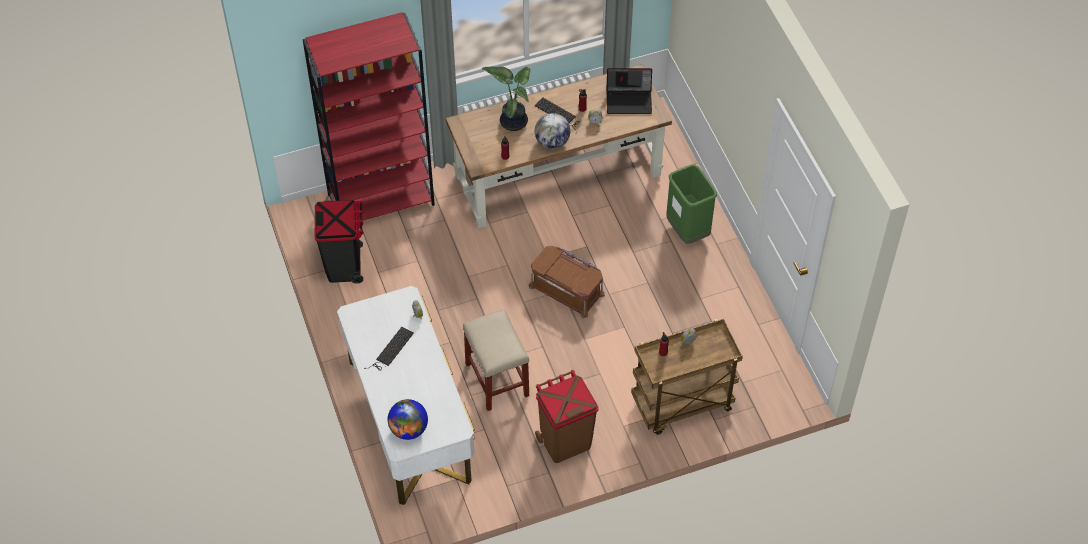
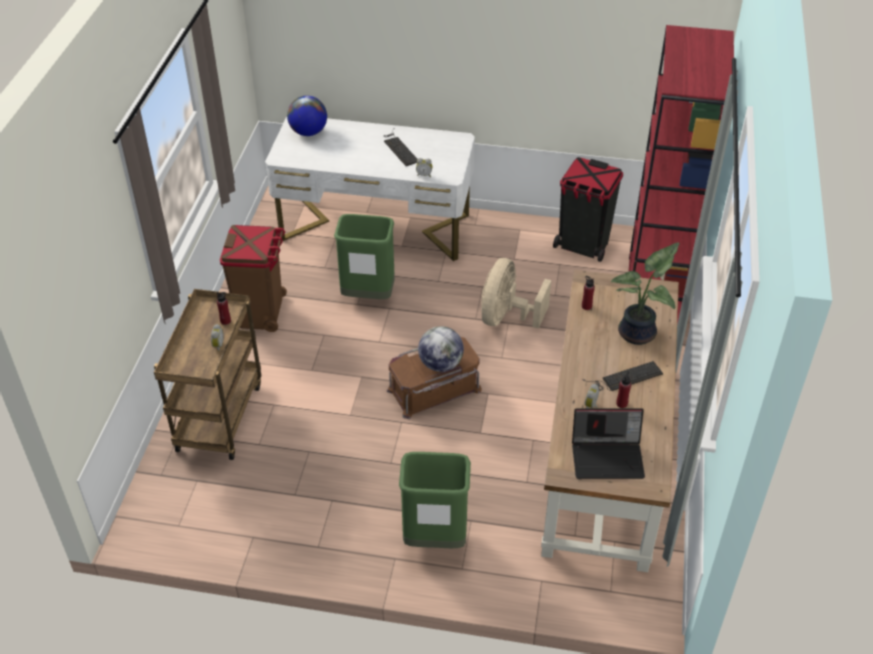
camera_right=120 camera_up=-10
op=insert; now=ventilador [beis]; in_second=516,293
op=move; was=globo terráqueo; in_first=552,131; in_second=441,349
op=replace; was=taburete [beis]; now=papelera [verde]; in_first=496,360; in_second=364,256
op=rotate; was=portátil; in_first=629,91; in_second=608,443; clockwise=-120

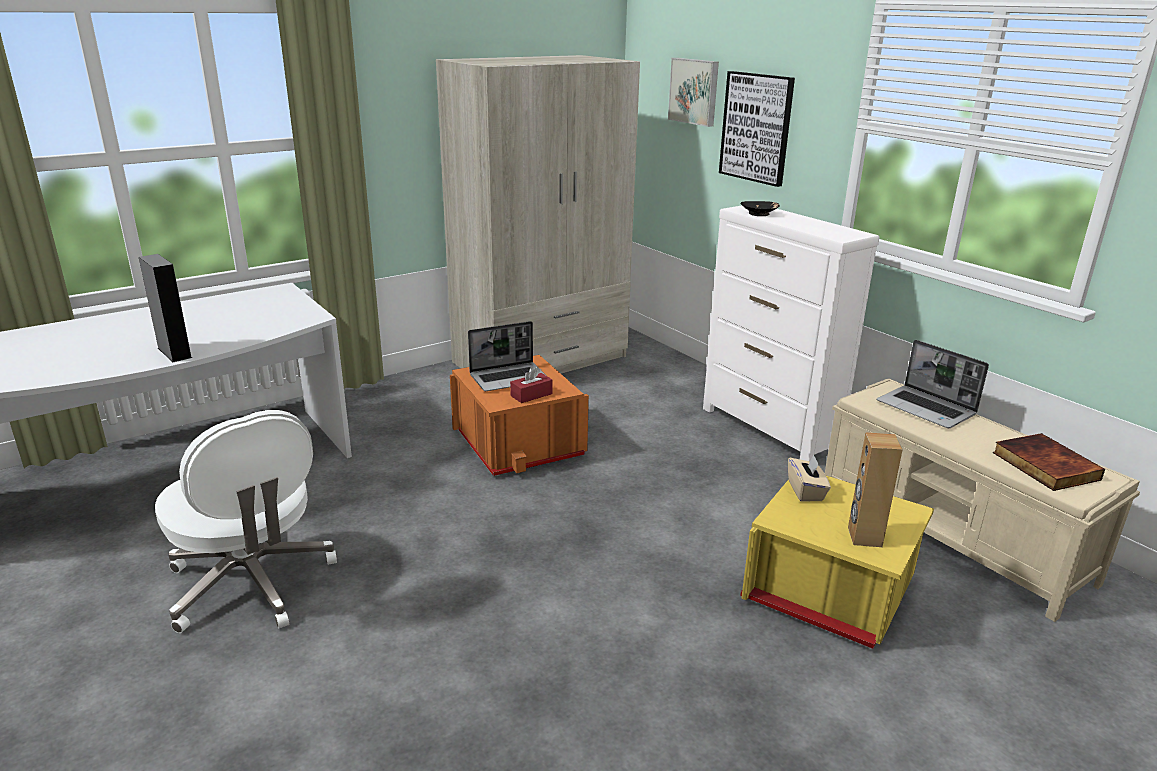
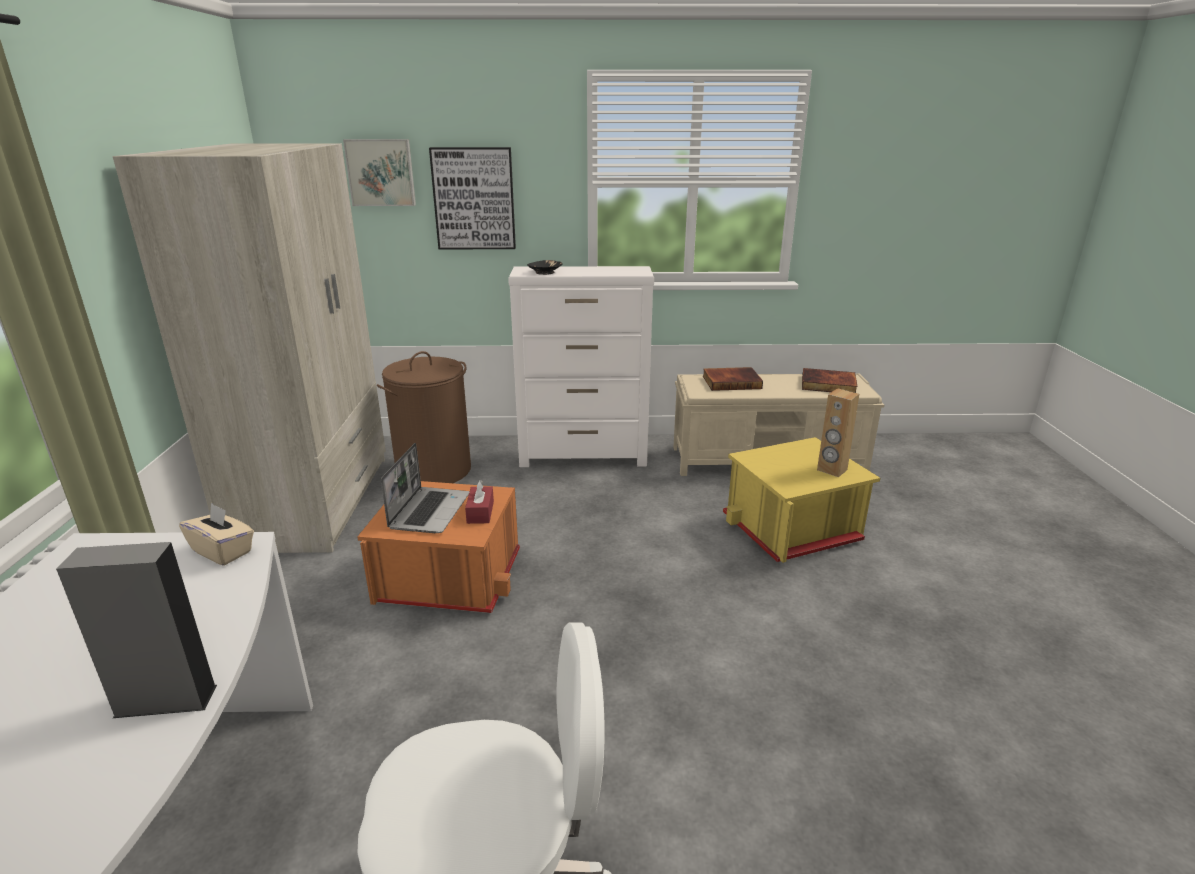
camera_right=-55 camera_up=0
op=insert; now=cesto de la ropa [marrón]; in_second=424,417
op=move; was=caja de pañuelos [beis]; in_first=809,478; in_second=216,534
op=replace; was=portátil; now=libro; in_first=933,384; in_second=733,379

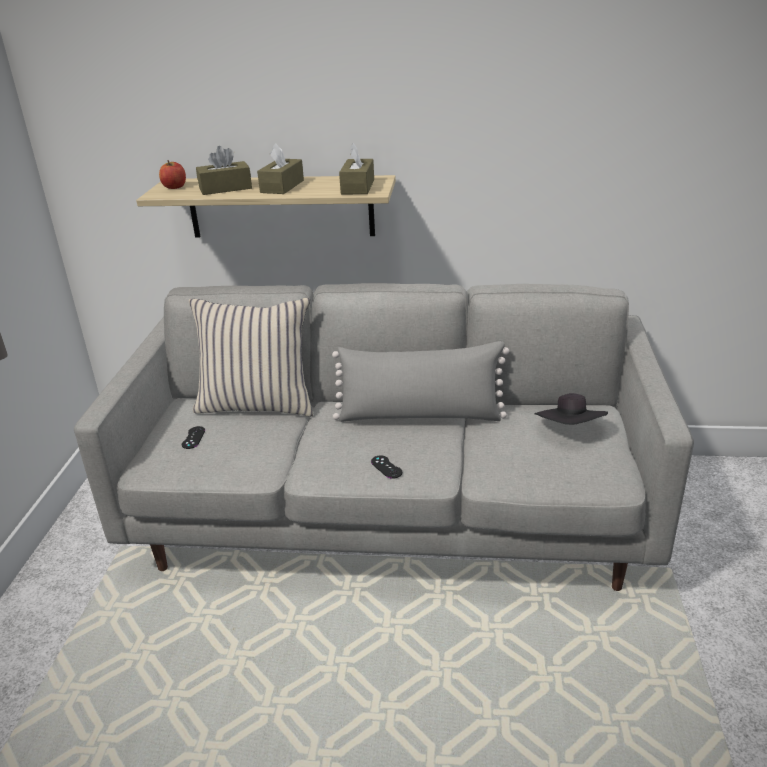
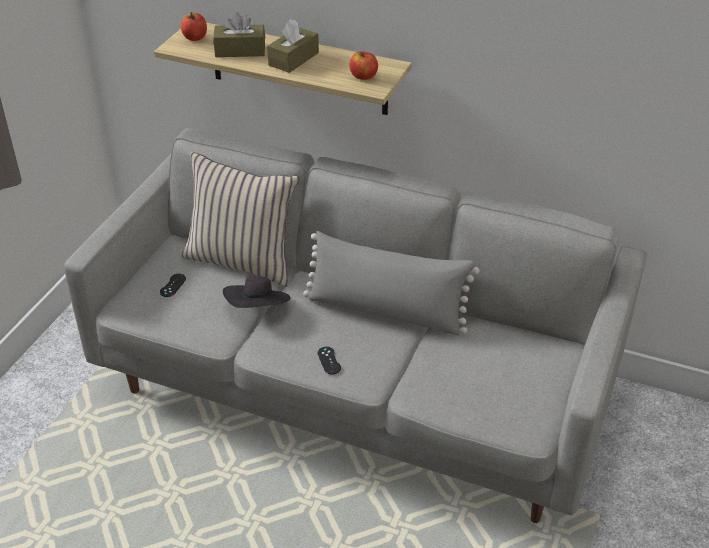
camera_right=15 camera_up=10
op=move; was=sombrero [negro]; in_first=571,409; in_second=256,292
op=replace; was=caja de pañuelos [marrón]; now=manzana; in_first=356,168; in_second=364,65

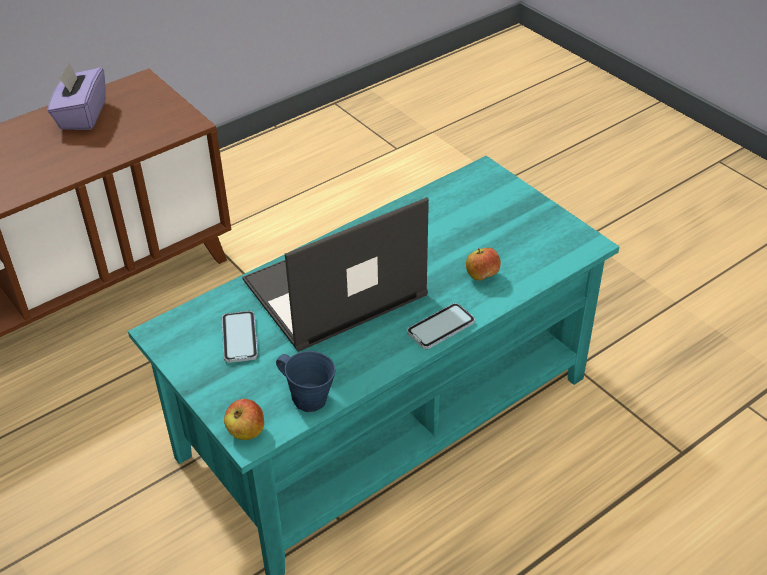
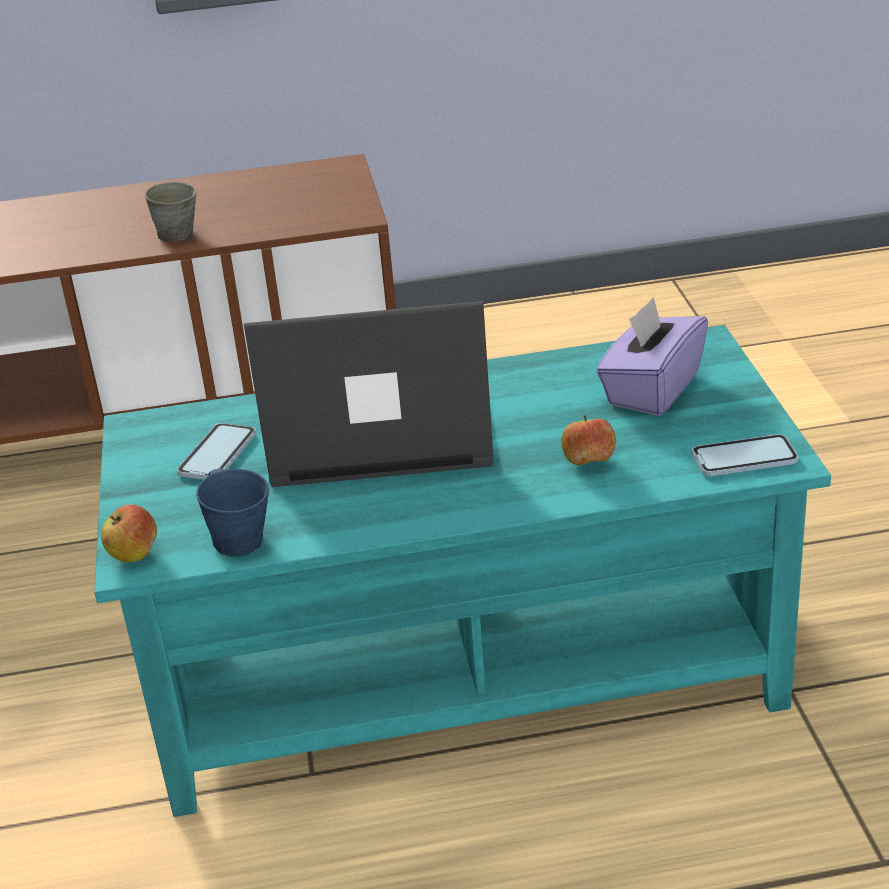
camera_right=30 camera_up=-10
op=insert; now=taza grande [gris]; in_second=170,212
op=move; was=caja de pañuelos [morado]; in_first=76,96; in_second=652,356
op=move; was=móvil; in_first=441,326; in_second=745,455

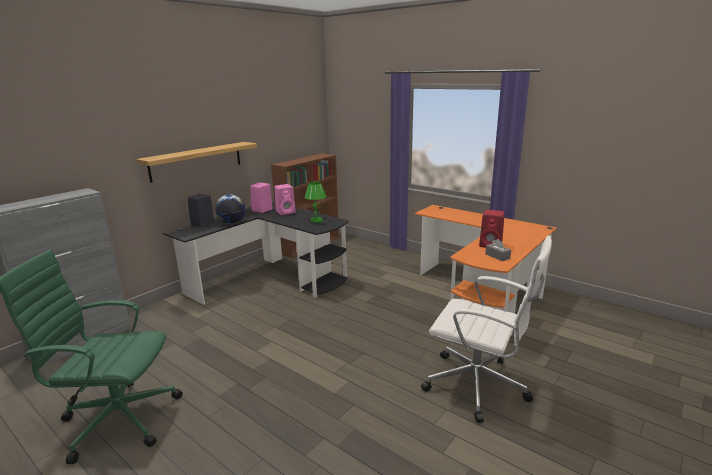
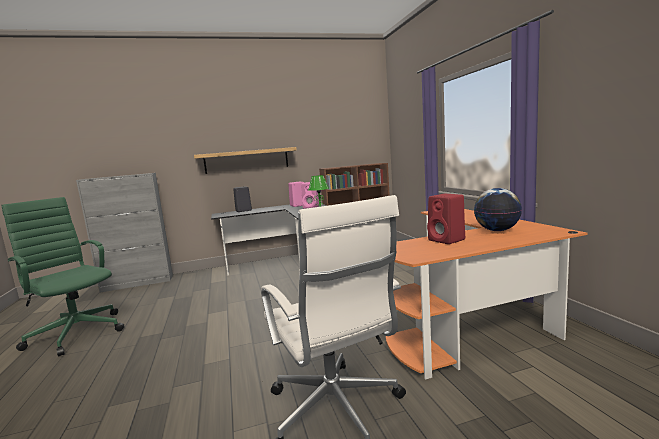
camera_right=35 camera_up=-10
op=delete; was=caja de pañuelos [gris]; in_first=498,250
op=move; was=globo terráqueo; in_first=230,209; in_second=498,209

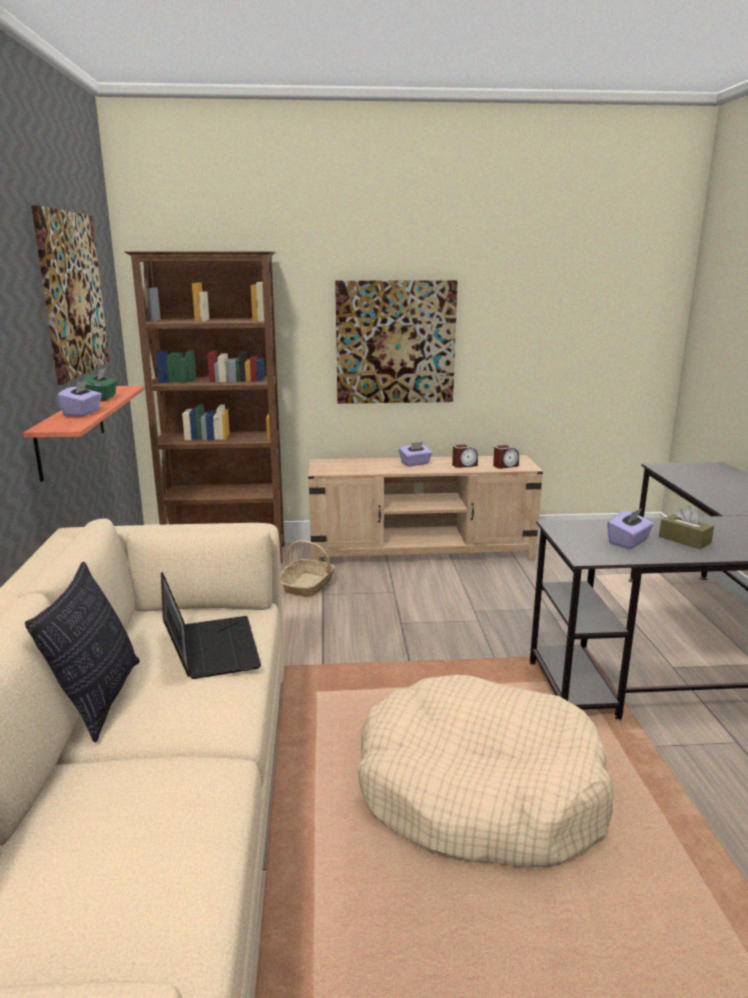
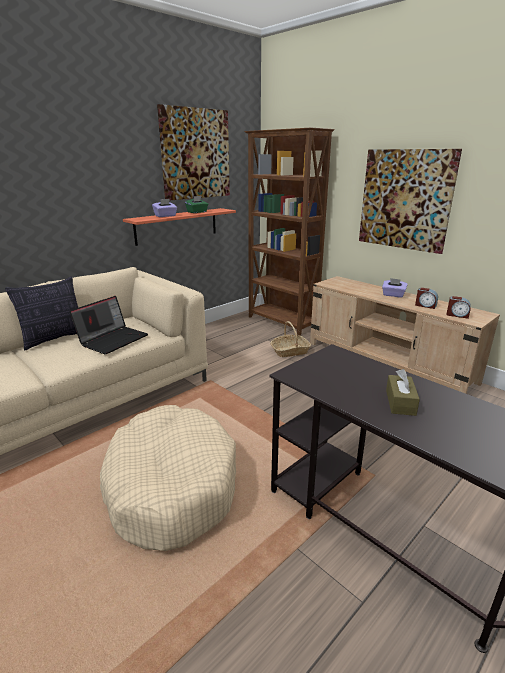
camera_right=50 camera_up=5
op=delete; was=caja de pañuelos [morado]; in_first=630,529

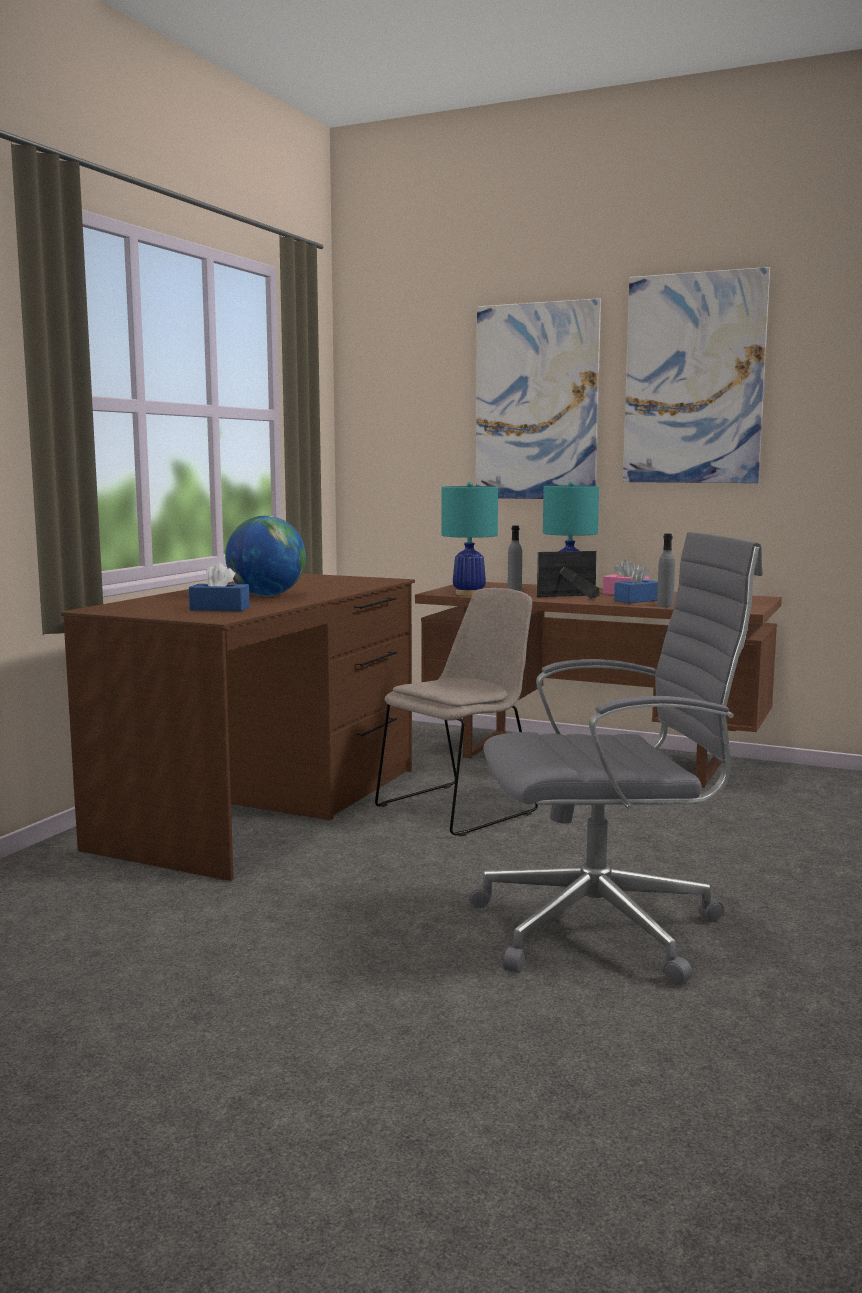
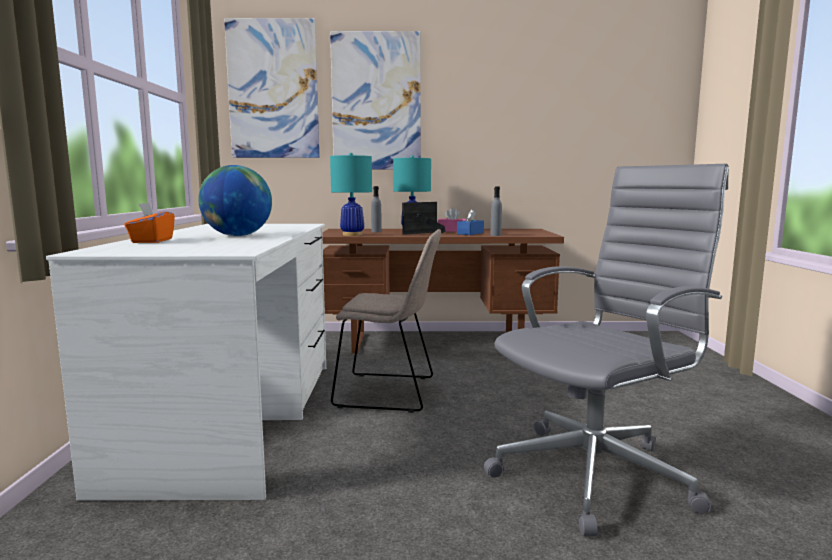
camera_right=-25 camera_up=0
op=delete; was=caja de pañuelos [azul]; in_first=219,587
op=insert; now=caja de pañuelos [naranja]; in_second=149,223
op=move; was=cuadro; in_first=696,375; in_second=272,88
op=recolor; was=escritorio [marrón]; now=escritorio [blanco]; in_first=238,727; in_second=186,362
op=rotate; was=silla [beis]; in_first=456,712; in_second=386,321; clockwise=75

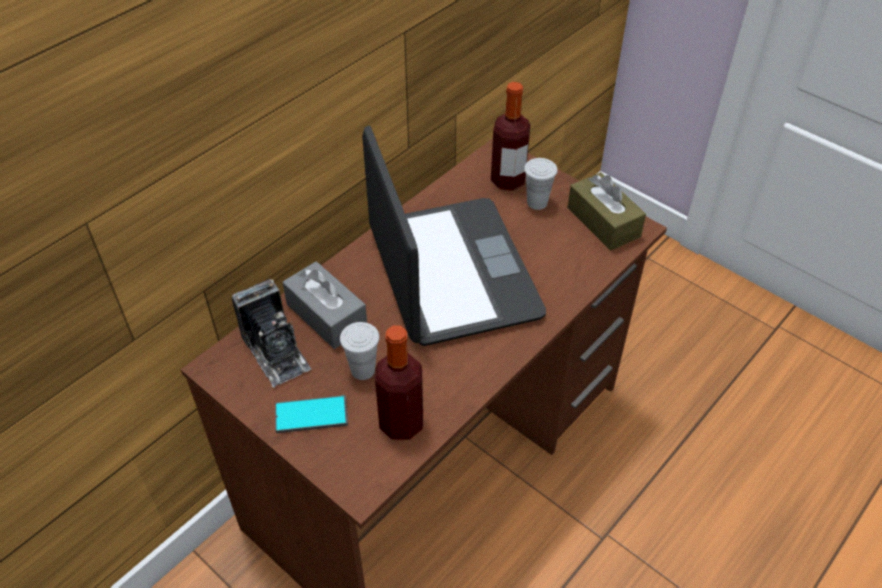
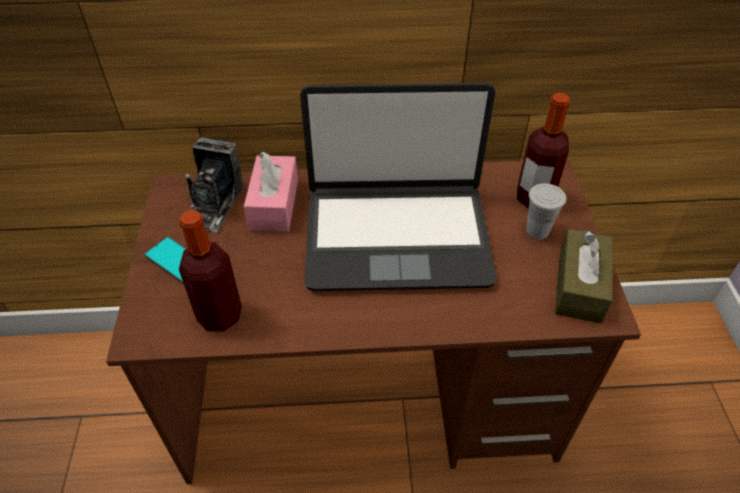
camera_right=45 camera_up=0
op=delete; was=taza [blanco]; in_first=360,351
op=recolor; was=caja de pañuelos [gris]; now=caja de pañuelos [rosa]; in_first=324,305; in_second=271,191
op=rotate; was=portátil; in_first=454,235; in_second=398,187; clockwise=60

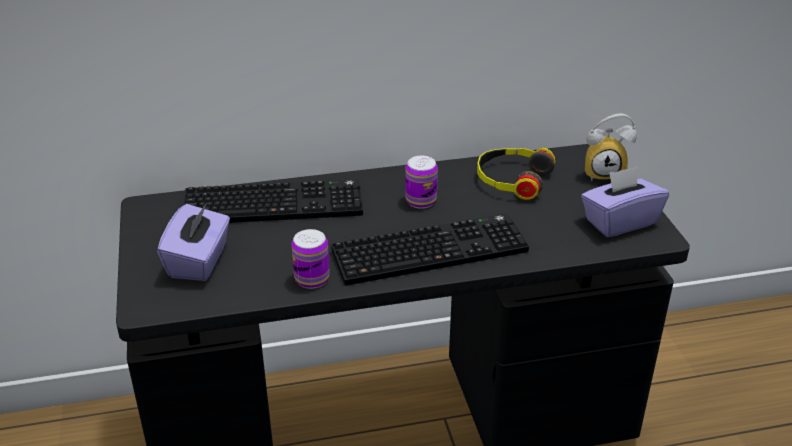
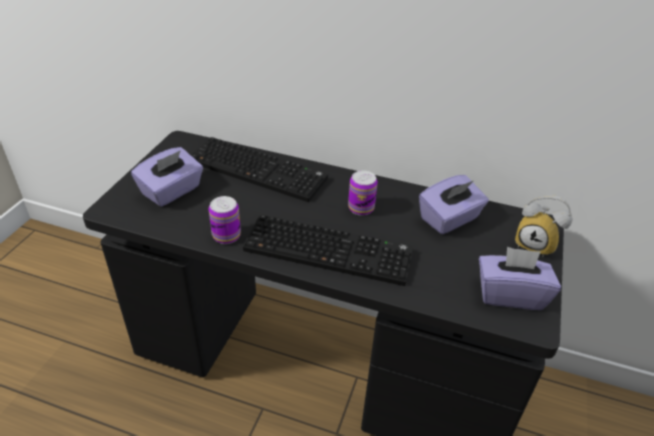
camera_right=30 camera_up=5
op=replace; was=auriculares; now=caja de pañuelos [morado]; in_first=516,174; in_second=454,204

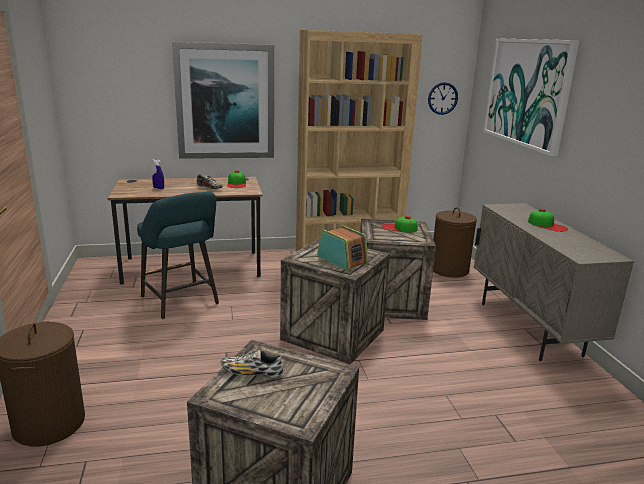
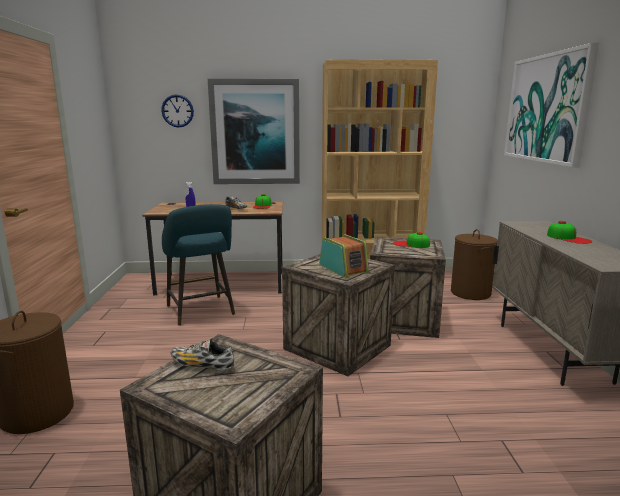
camera_right=10 camera_up=-5
op=move; was=reloj de pared; in_first=443,98; in_second=177,111

